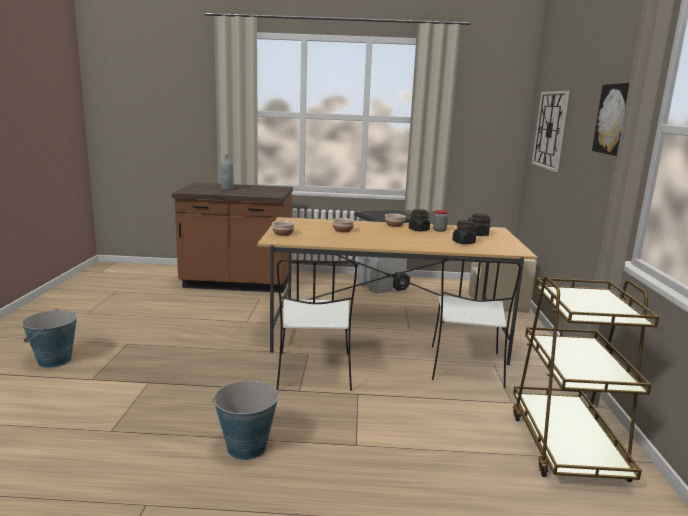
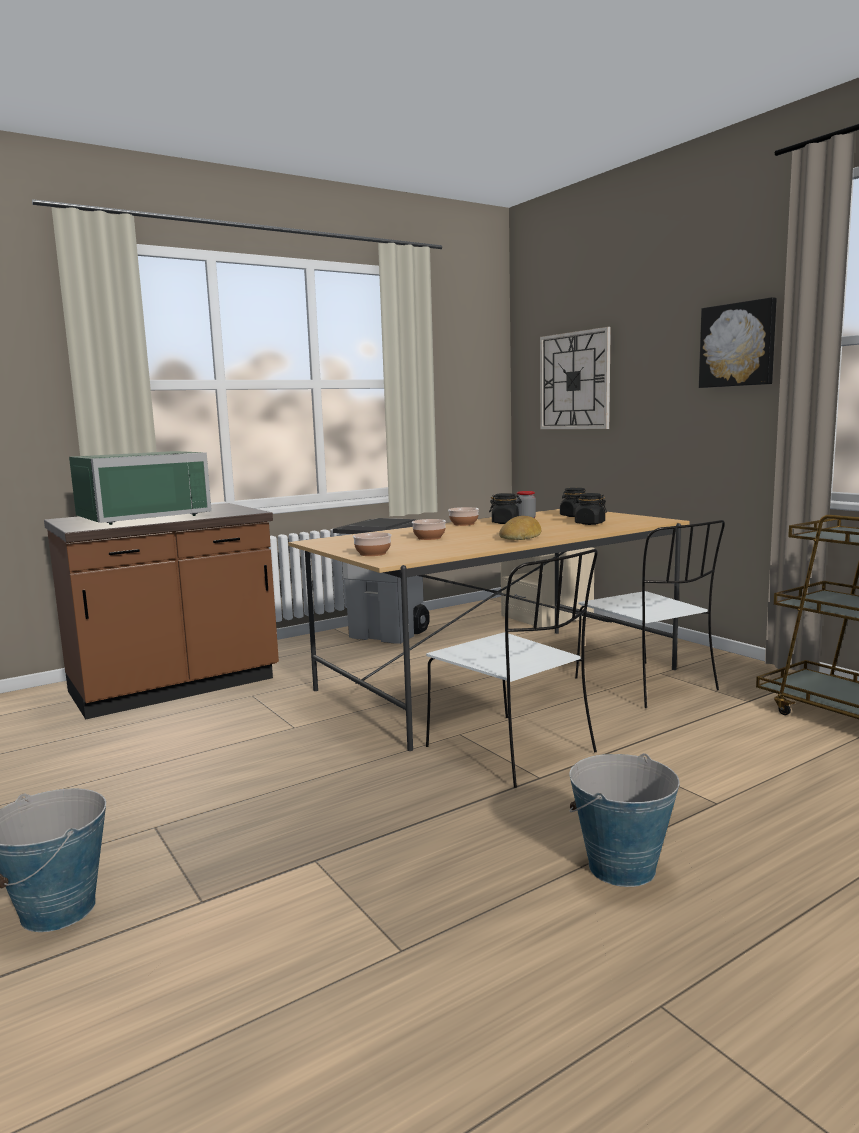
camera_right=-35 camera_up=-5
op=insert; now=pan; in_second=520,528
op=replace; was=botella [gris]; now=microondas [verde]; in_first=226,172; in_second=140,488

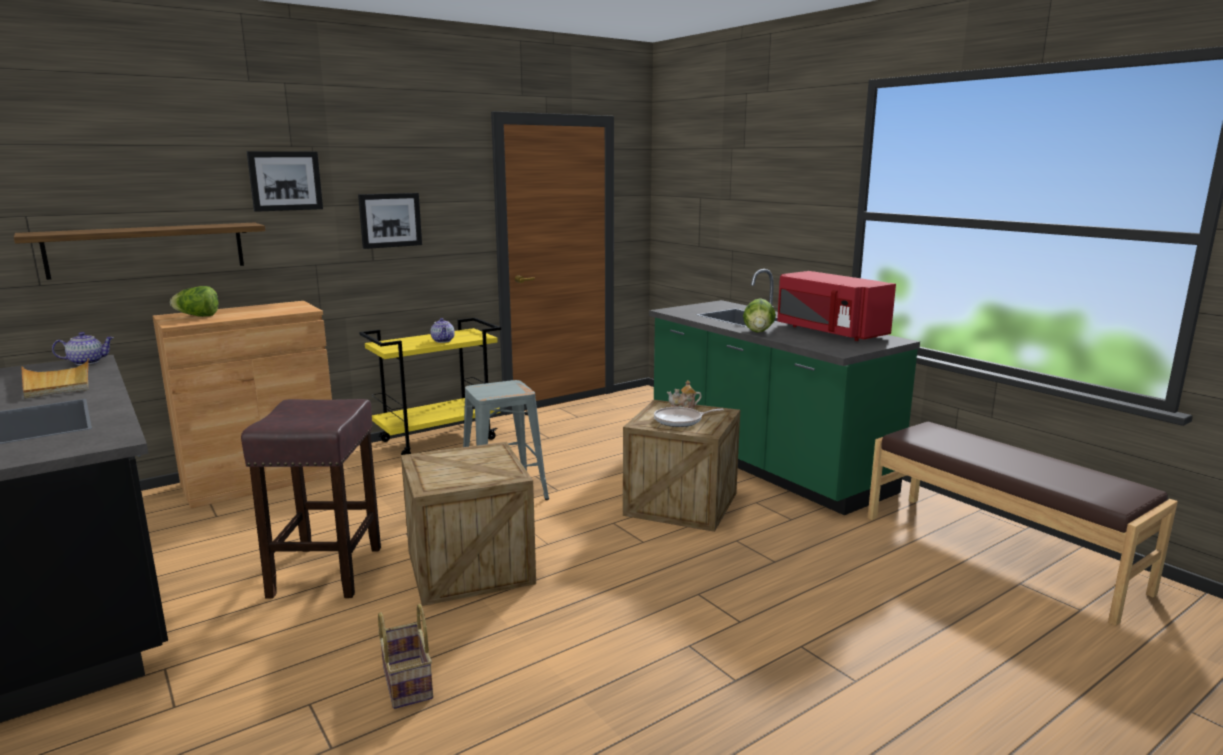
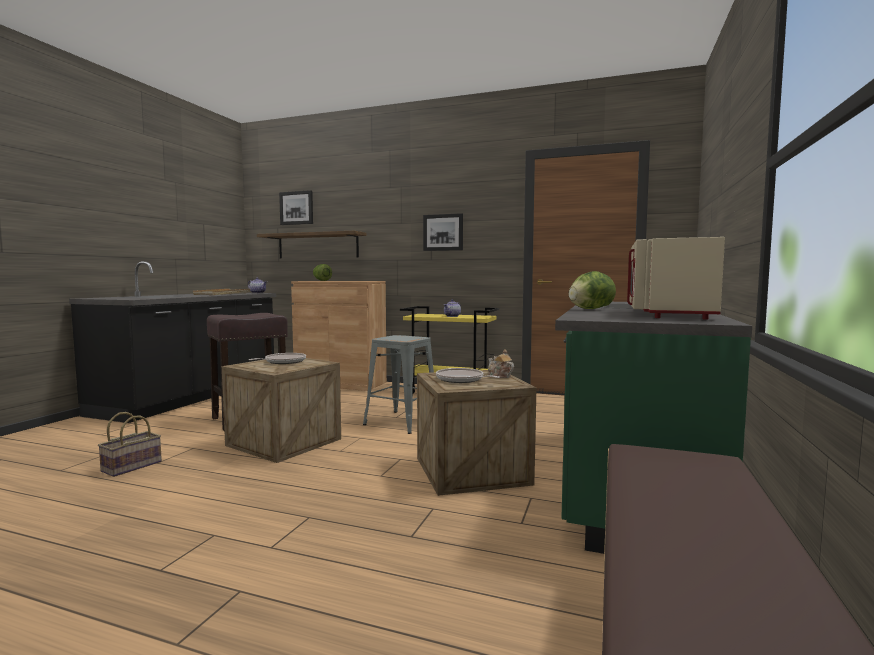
camera_right=55 camera_up=-10
op=insert; now=sartén; in_second=277,358
op=move; was=cuadro; in_first=285,181; in_second=296,207
op=recolor; was=microondas [rojo]; now=microondas [beis]; in_first=836,306; in_second=676,278

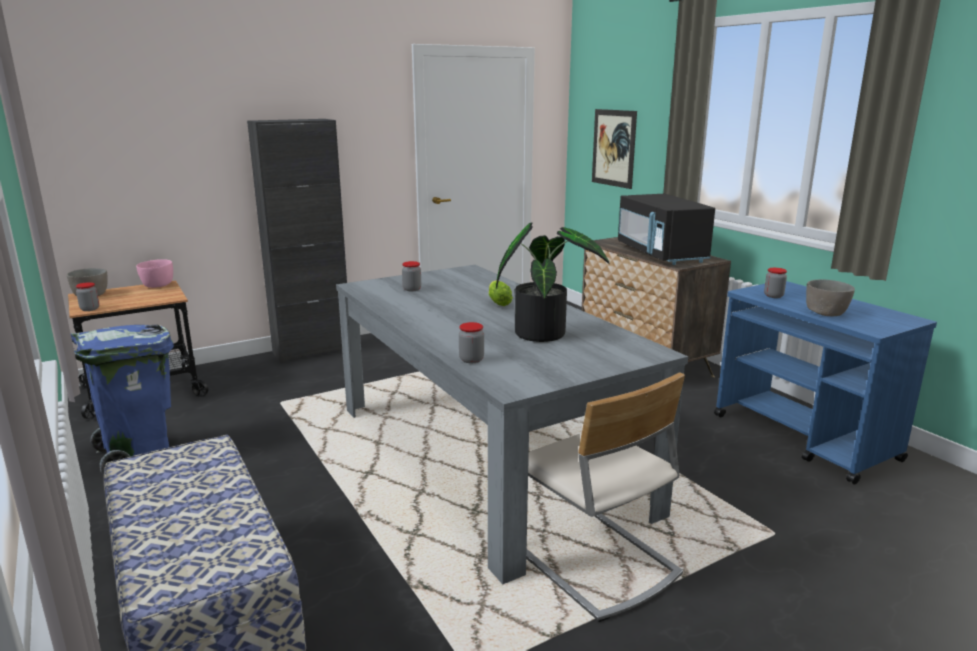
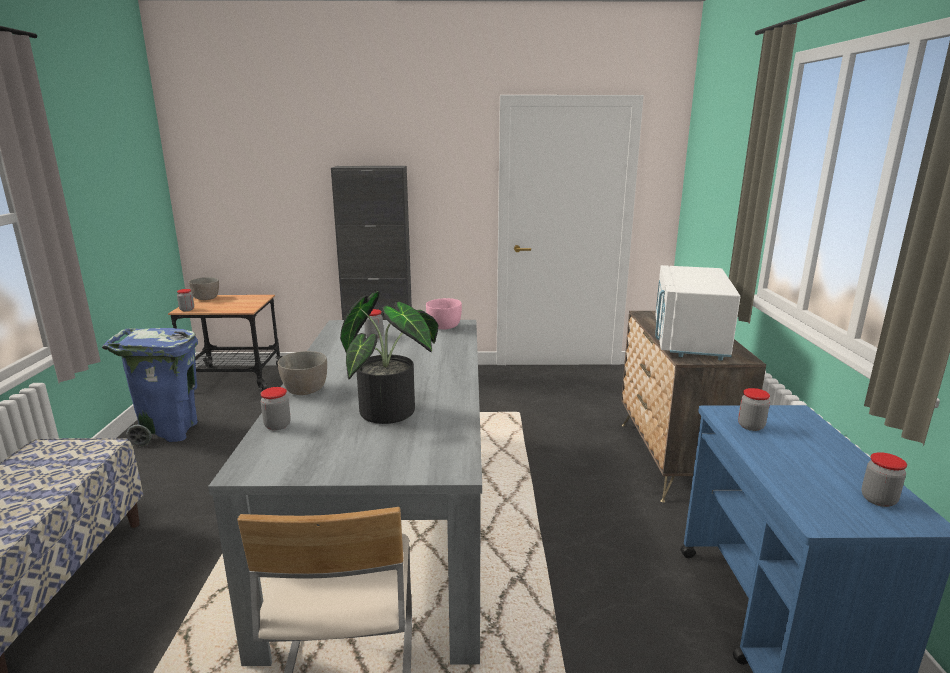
camera_right=30 camera_up=0
op=delete; was=lechuga; in_first=501,293
op=delete; was=cuadro; in_first=614,149
op=insert; now=tarro; in_second=884,479
op=move; was=cuenco [rosa]; in_first=154,273; in_second=444,313
op=move; was=cuenco [gris]; in_first=830,297; in_second=302,373
op=recolor; was=microondas [negro]; now=microondas [blanco]; in_first=666,229; in_second=697,313

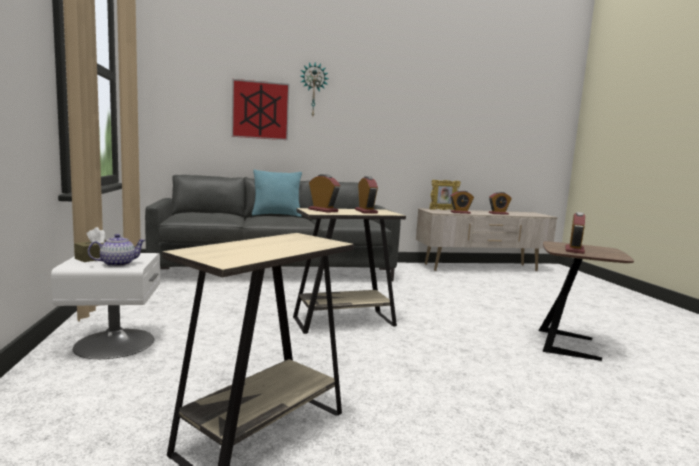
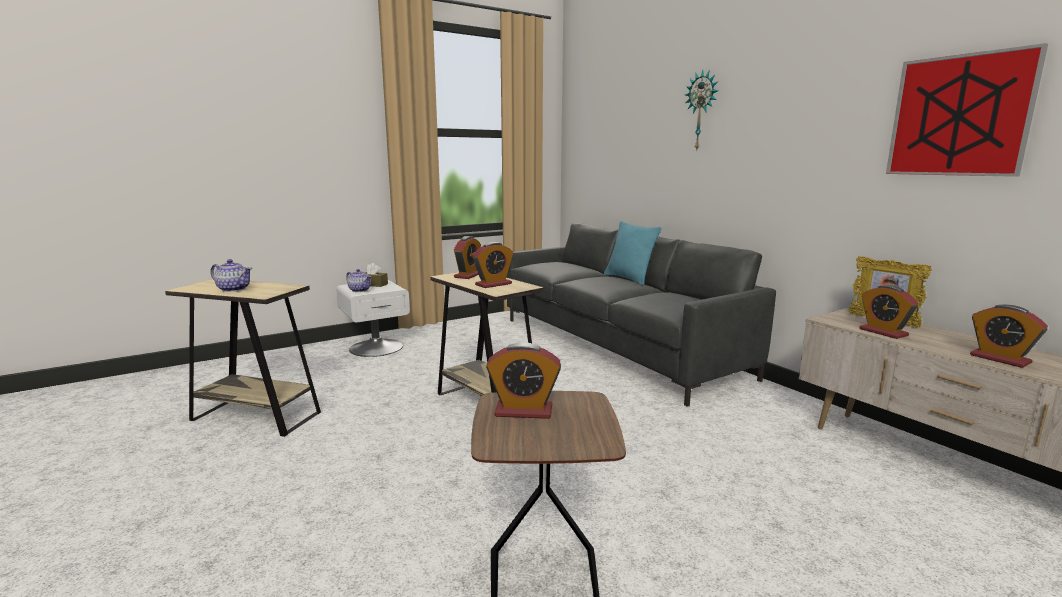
camera_right=70 camera_up=5
op=insert; now=tetera; in_second=231,275
op=move; was=cuadro; in_first=260,109; in_second=967,110

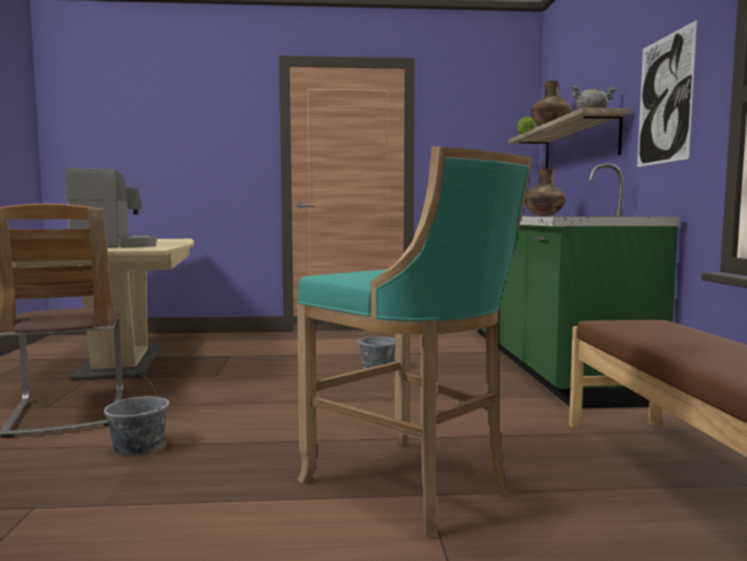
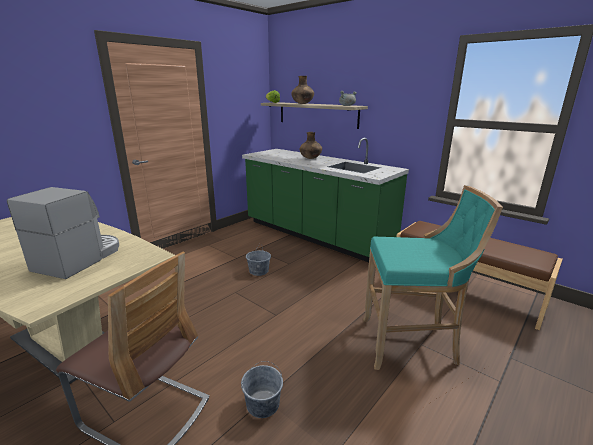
camera_right=-45 camera_up=15
op=delete; was=cuadro; in_first=667,93

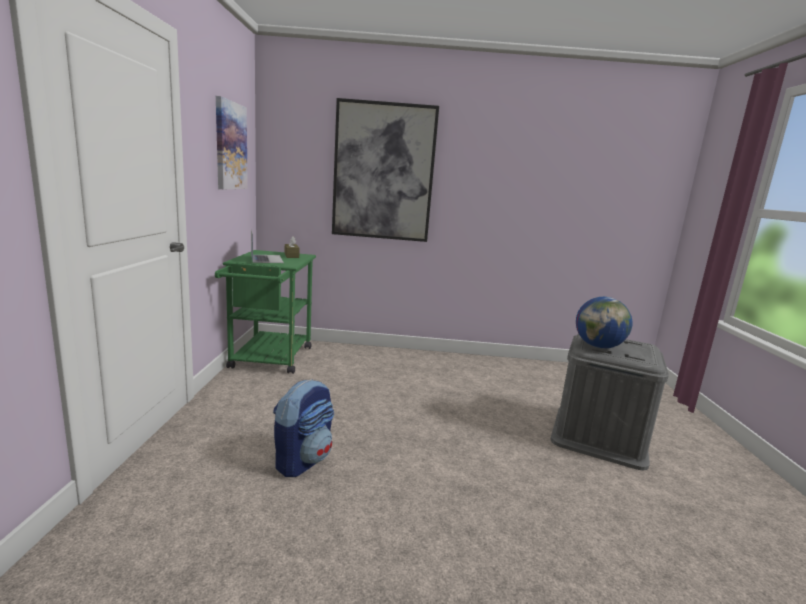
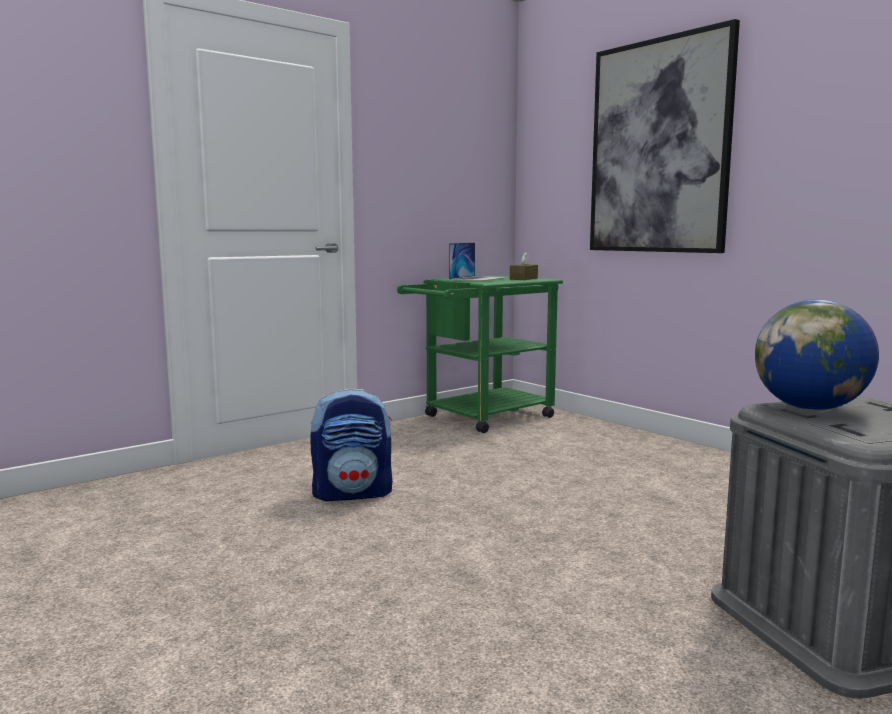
camera_right=50 camera_up=-5
op=delete; was=cuadro; in_first=232,142

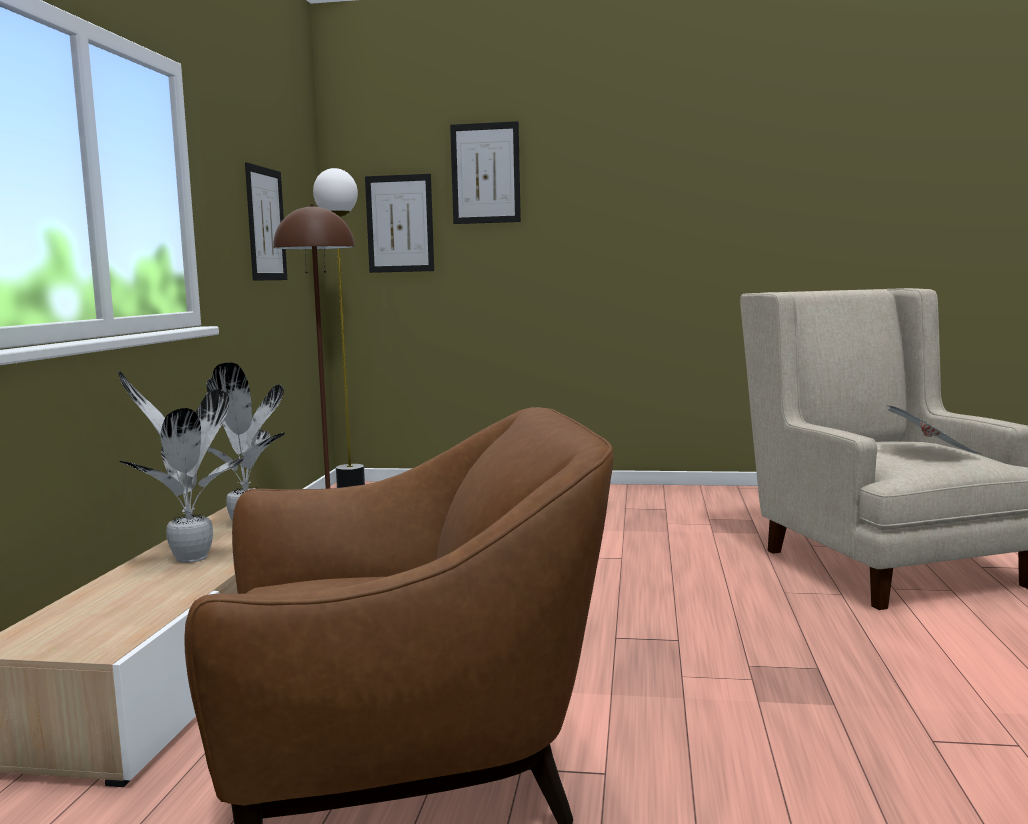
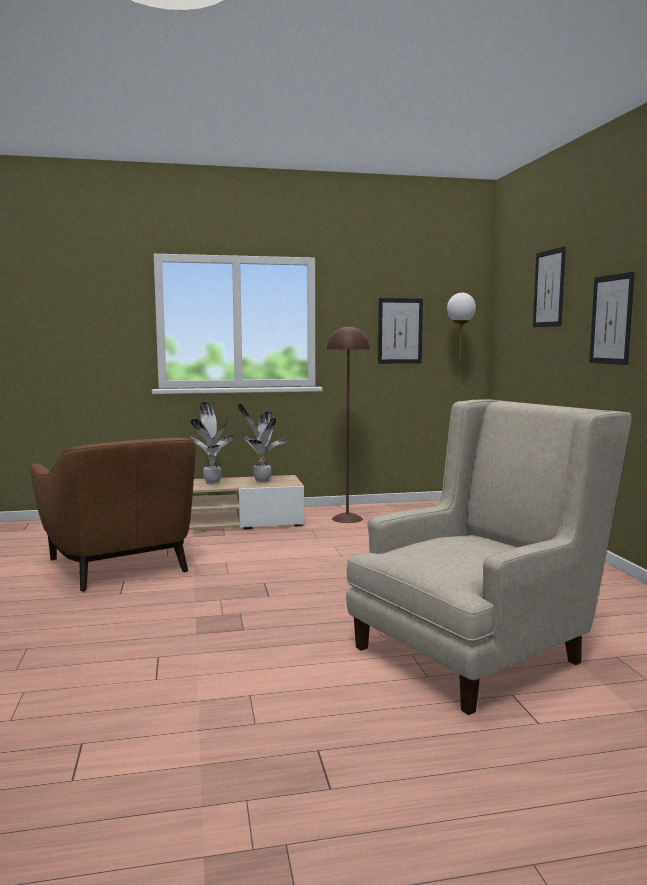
camera_right=70 camera_up=0
op=delete; was=periódico; in_first=934,430
op=move; was=cuadro; in_first=399,223; in_second=612,318

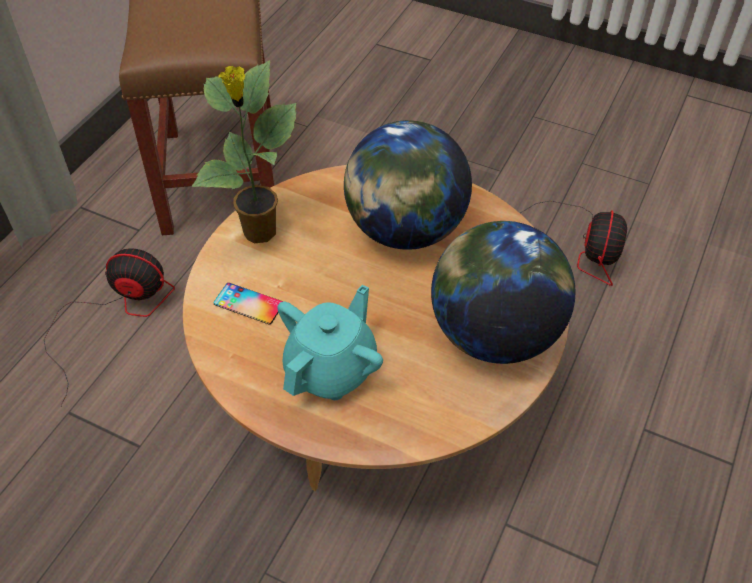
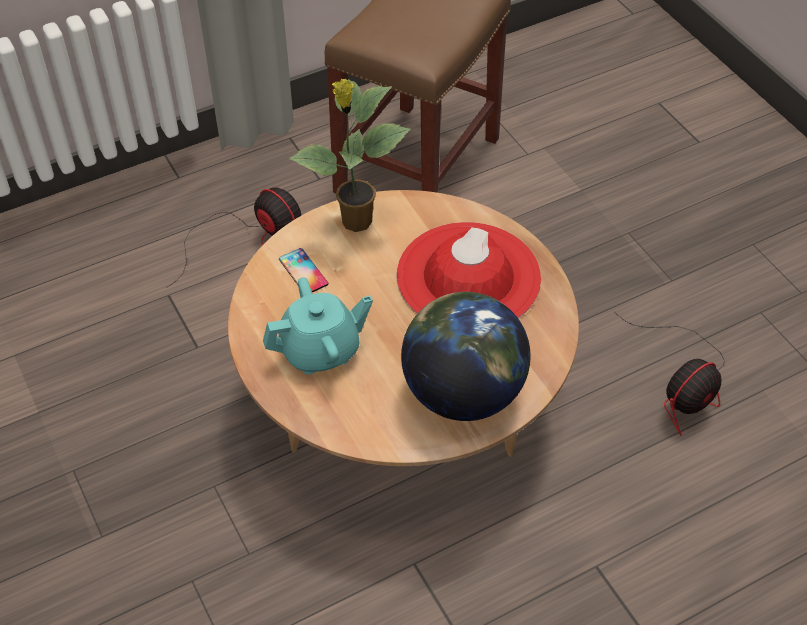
camera_right=35 camera_up=0
op=replace; was=globo terráqueo; now=sombrero [rojo]; in_first=408,185; in_second=469,270

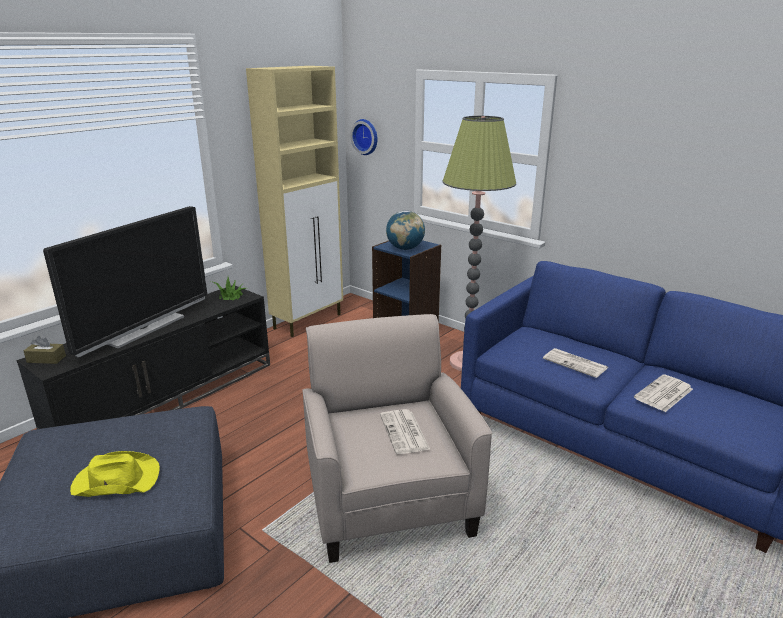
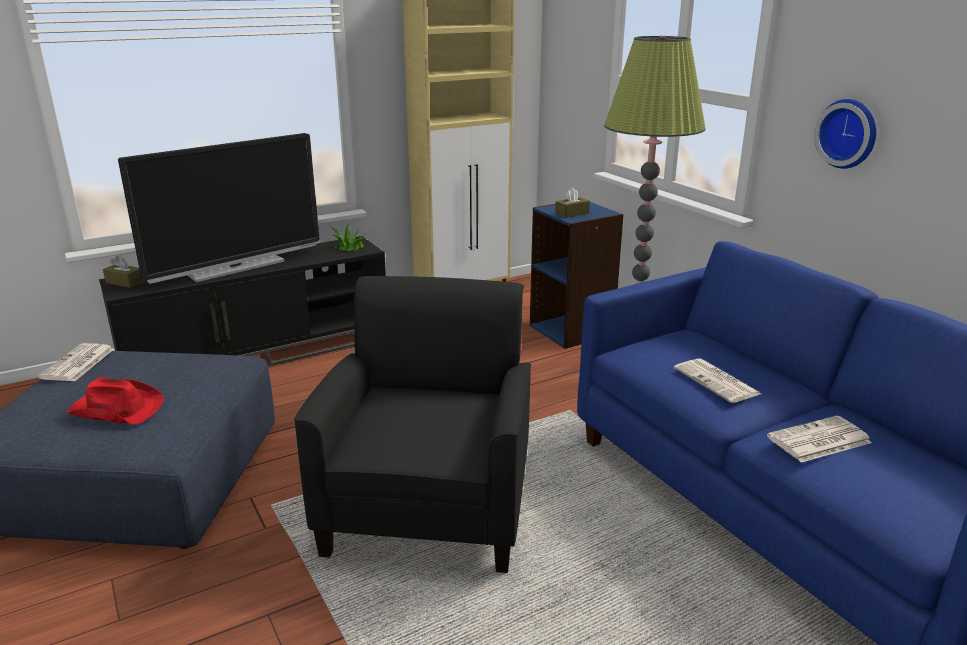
camera_right=20 camera_up=0
op=move; was=reloj de pared; in_first=363,137; in_second=845,134
op=move; was=periódico; in_first=405,431; in_second=76,362
op=replace; was=globo terráqueo; now=caja de pañuelos [marrón]; in_first=405,230; in_second=572,203
op=recolor; was=sombrero [amarillo]; now=sombrero [rojo]; in_first=115,474; in_second=115,401
op=recolor; was=sillón [beis]; now=sillón [negro]; in_first=397,438; in_second=412,424

